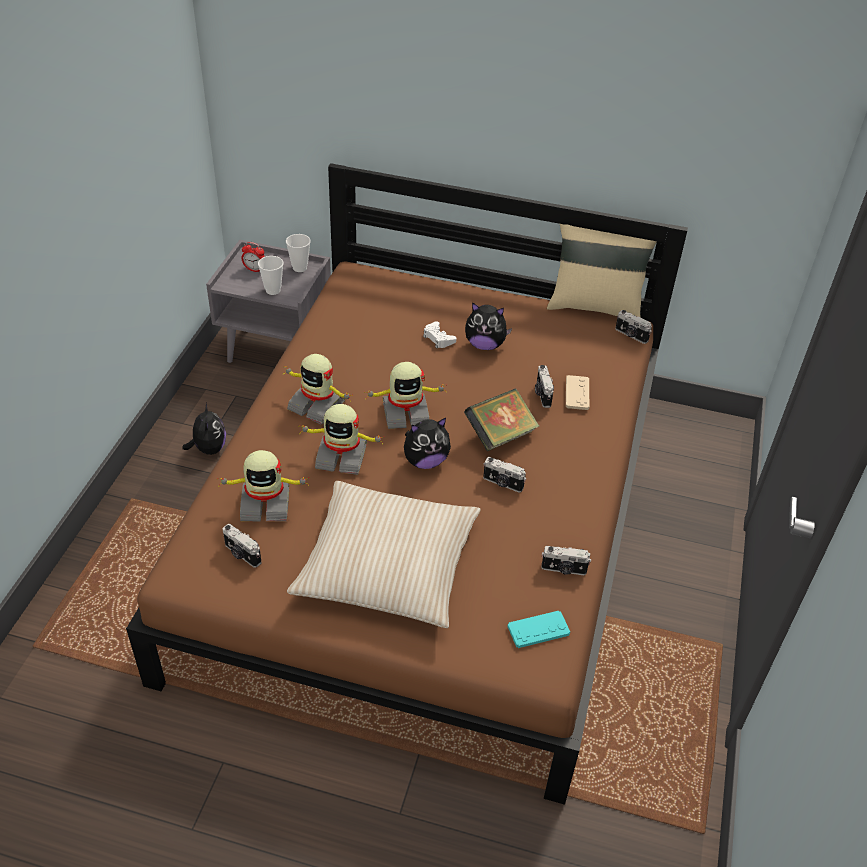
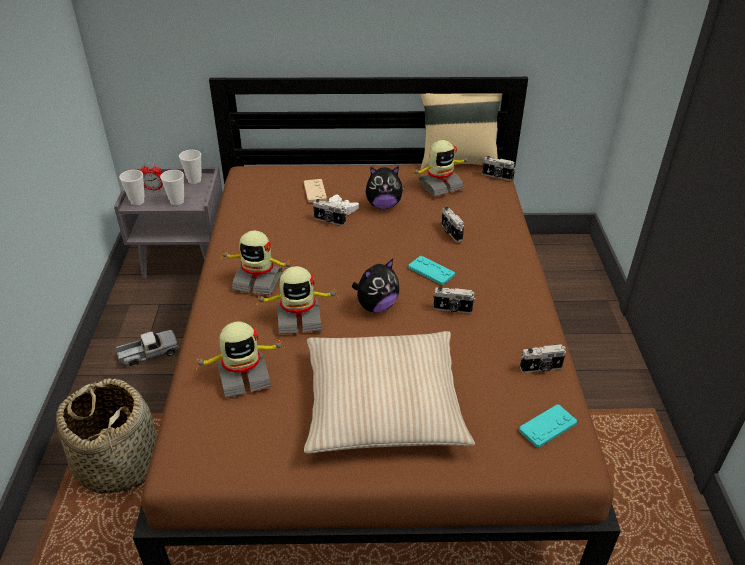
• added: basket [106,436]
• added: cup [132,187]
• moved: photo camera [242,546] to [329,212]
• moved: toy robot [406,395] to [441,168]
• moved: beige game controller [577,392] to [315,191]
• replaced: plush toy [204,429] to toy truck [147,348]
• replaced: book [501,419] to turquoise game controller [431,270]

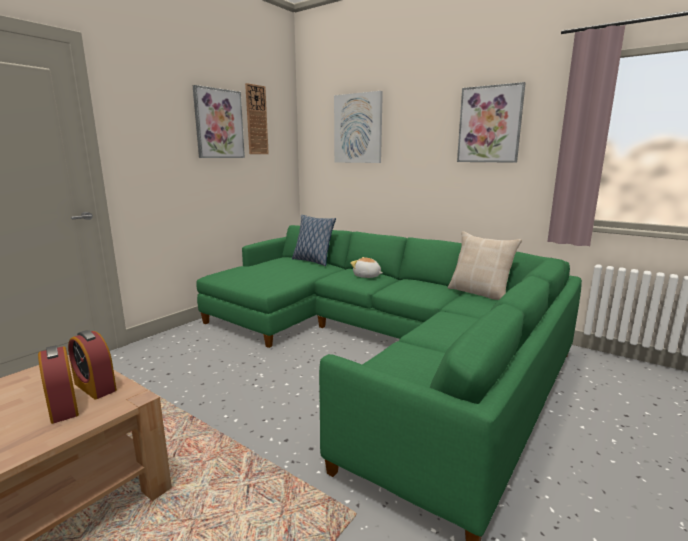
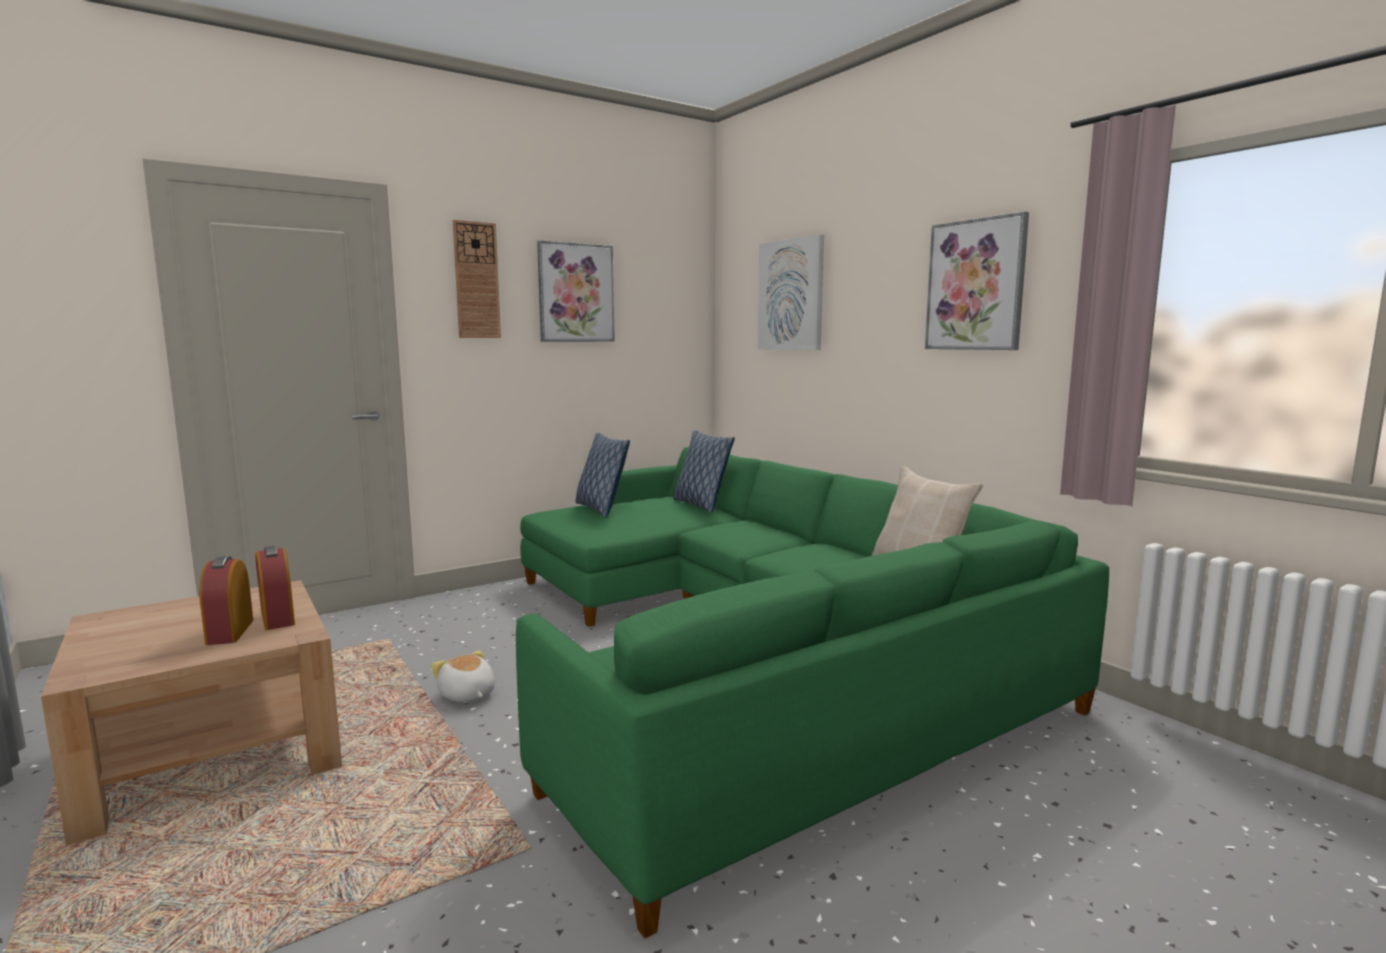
• added: pillow [603,475]
• moved: wall clock [257,118] to [477,279]
• moved: plush toy [366,267] to [463,676]

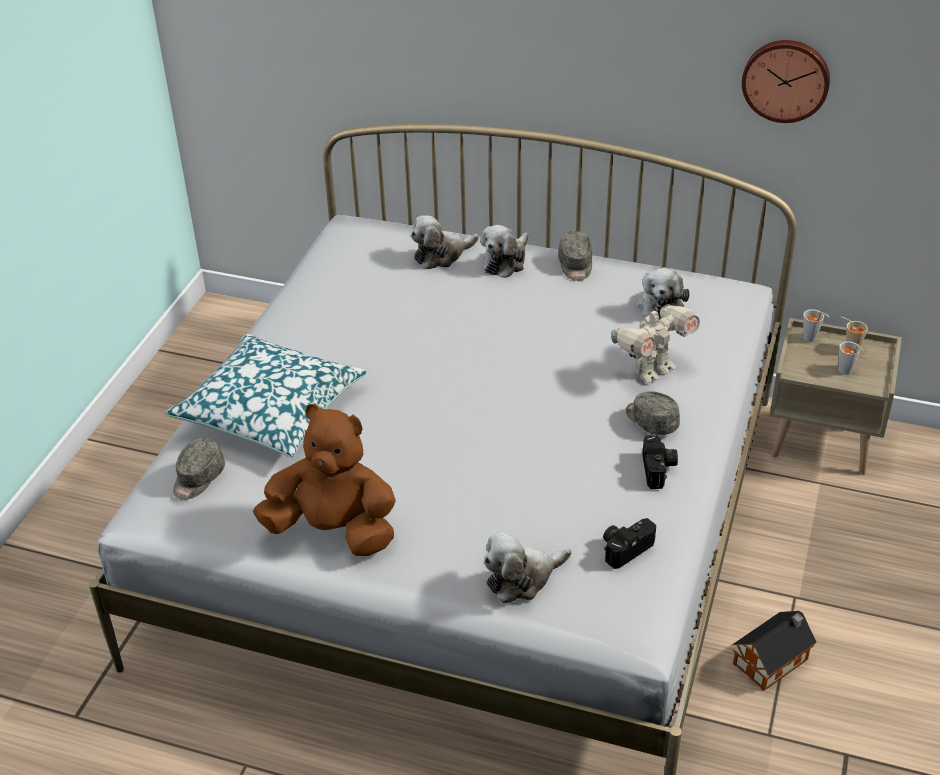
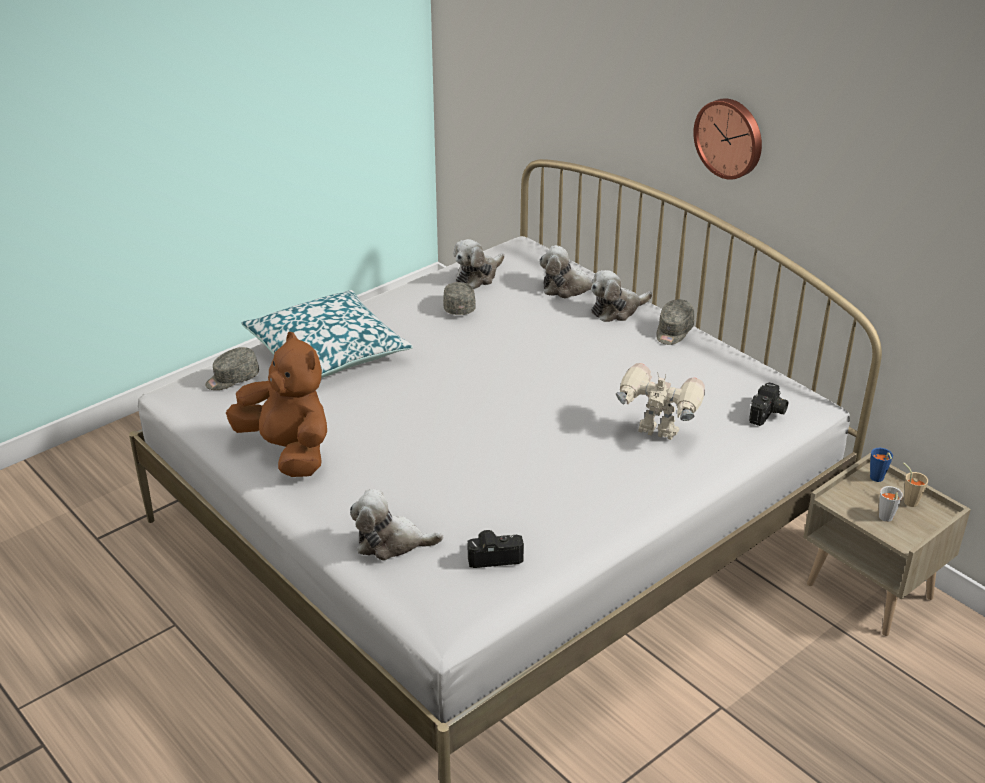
• removed: toy house [774,651]
• moved: grey cap [653,413] to [459,298]
• moved: plush toy [663,294] to [478,264]
• moved: photo camera [660,462] to [769,404]
• moved: wall clock [786,81] to [727,139]
• recoloured: grey cup [816,325] to blue cup [881,465]
• turned: toy robot [655,343] = [660,401] 150 degrees counterclockwise

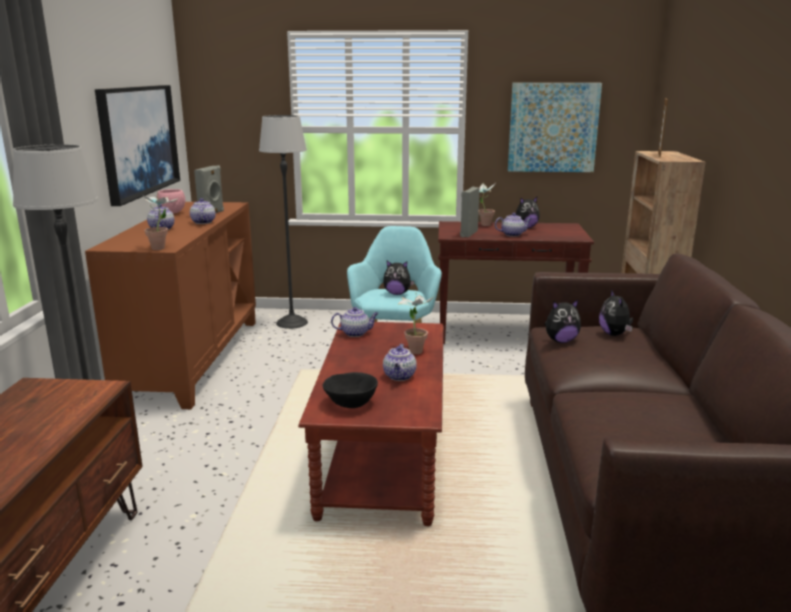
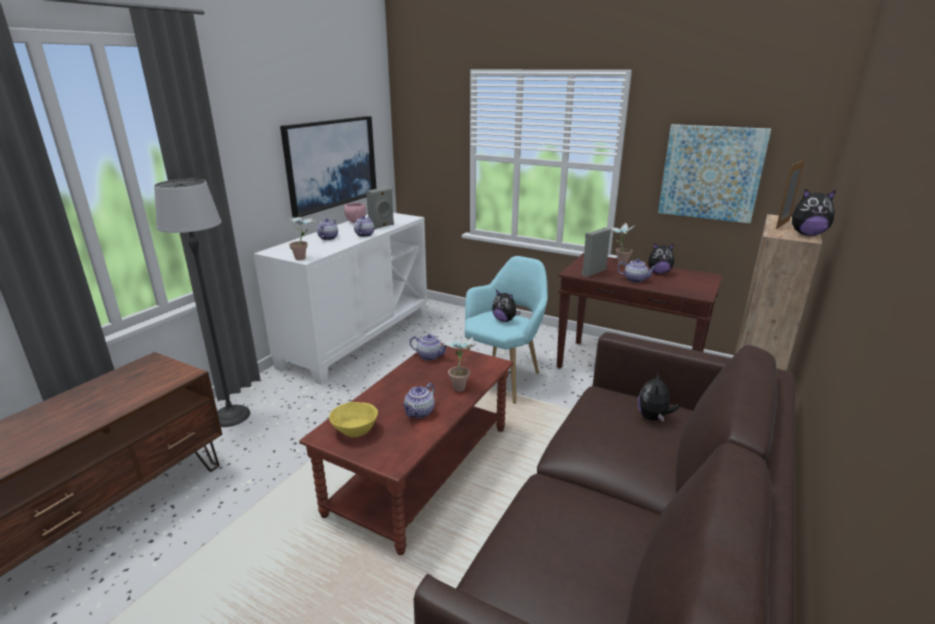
• removed: floor lamp [283,222]
• moved: plush toy [562,321] to [814,212]
• recoloured: brown cabinet [170,305] to white cabinet [340,299]
• recoloured: black bowl [350,390] to yellow bowl [353,419]

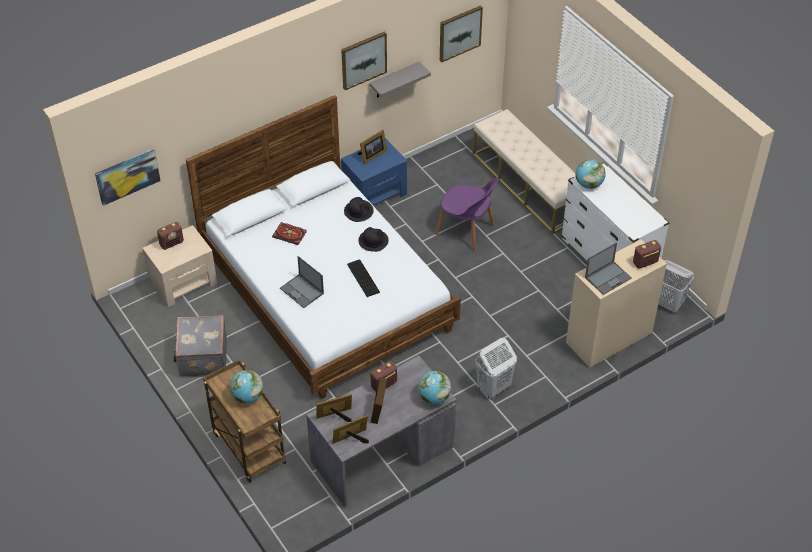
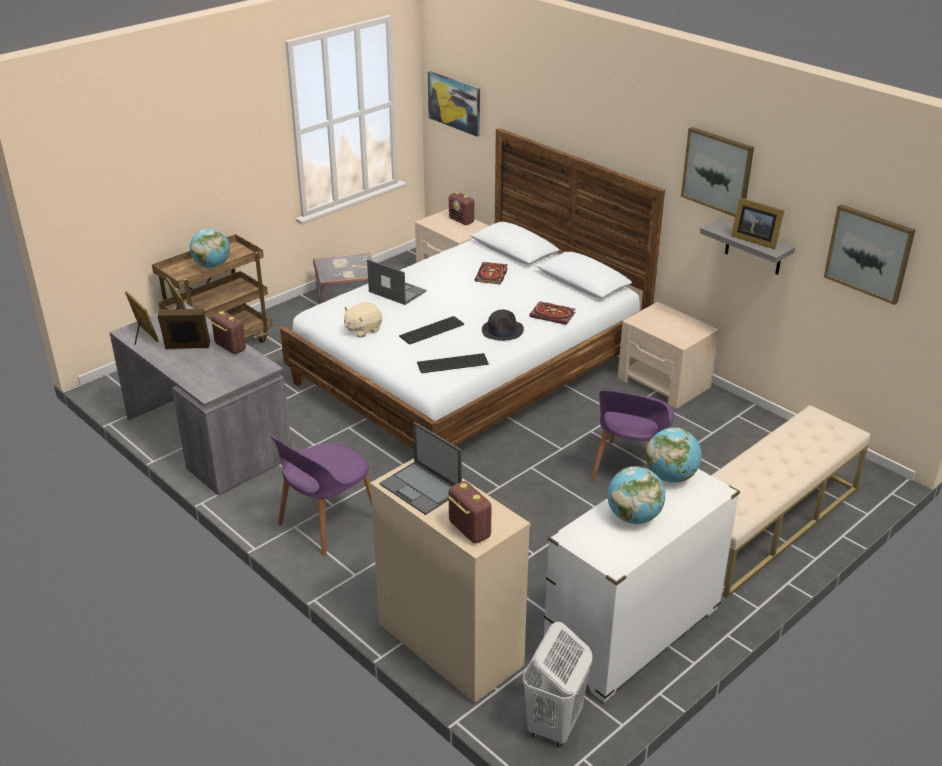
• added: beige plush toy [363,320]
• added: keyboard [453,363]
• moved: picture frame [372,147] to [757,223]
• moved: globe [434,387] to [636,495]
• replaced: black hat [359,209] to book [552,313]
• replaced: white laundry basket [496,368] to purple chair [319,494]
• recoloured: blue nightstand [374,172] to beige nightstand [668,355]
• turned: laptop [302,282] = [396,282] 90 degrees clockwise

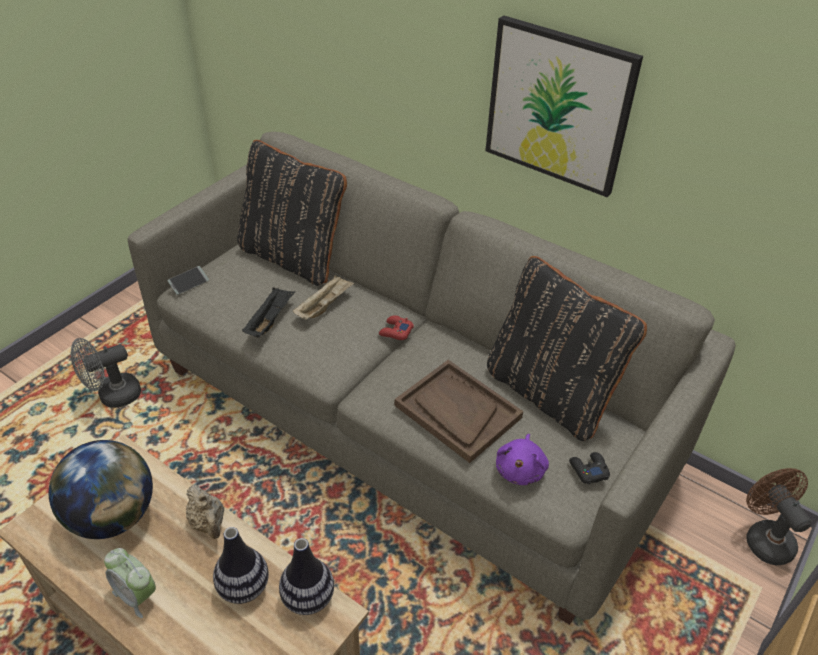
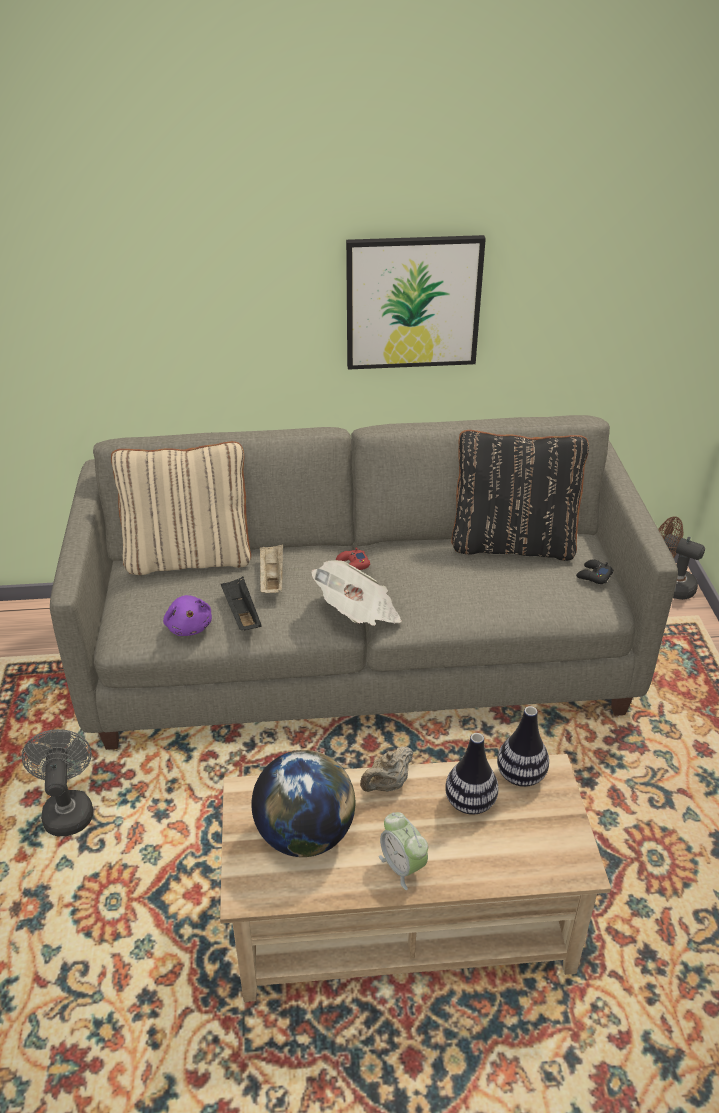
• removed: phone [188,280]
• removed: brown tray [459,411]
• added: newspaper [357,593]
• moved: purple plush toy [522,459] to [187,615]
• recoloured: black pillow [292,213] to beige pillow [181,508]
• turned: grey fan [106,373] = [57,782] 150 degrees clockwise
• turned: alarm clock [130,583] = [403,851] 60 degrees clockwise
• turned: beige teapot [205,512] = [386,769] 120 degrees clockwise

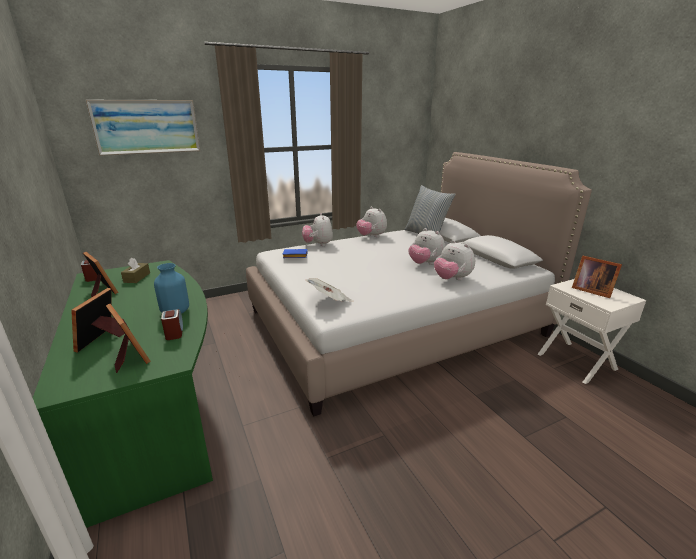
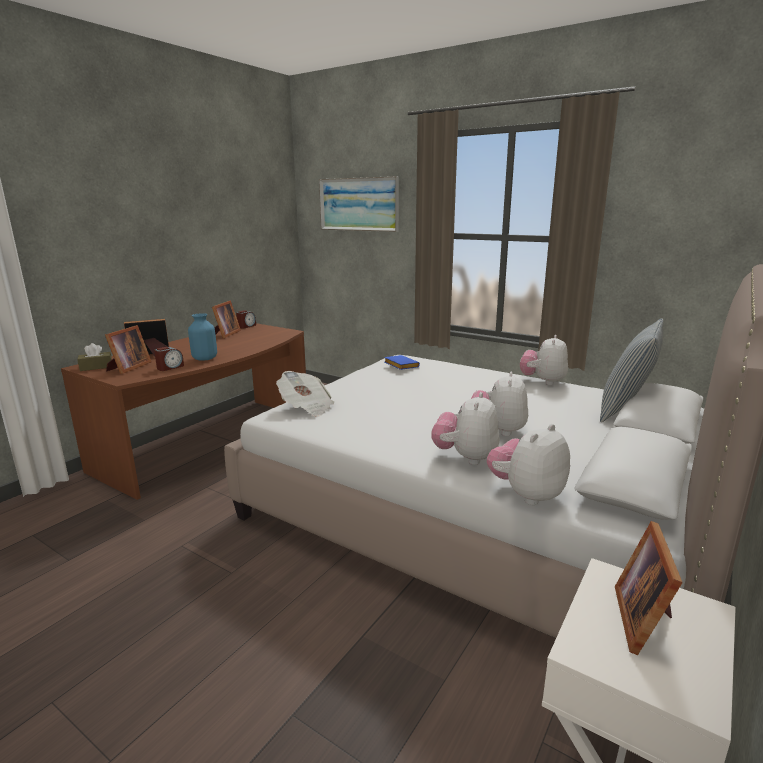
• moved: brown tissue box [135,270] to [94,357]
• moved: plush toy [317,229] to [528,464]
• recoloured: green desk [123,394] to brown desk [183,411]

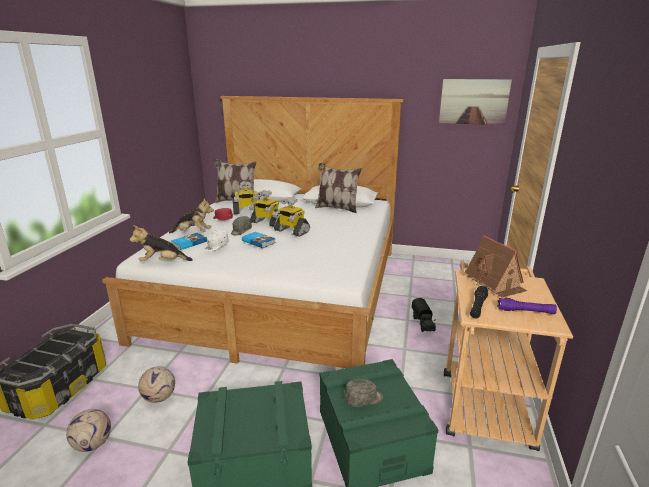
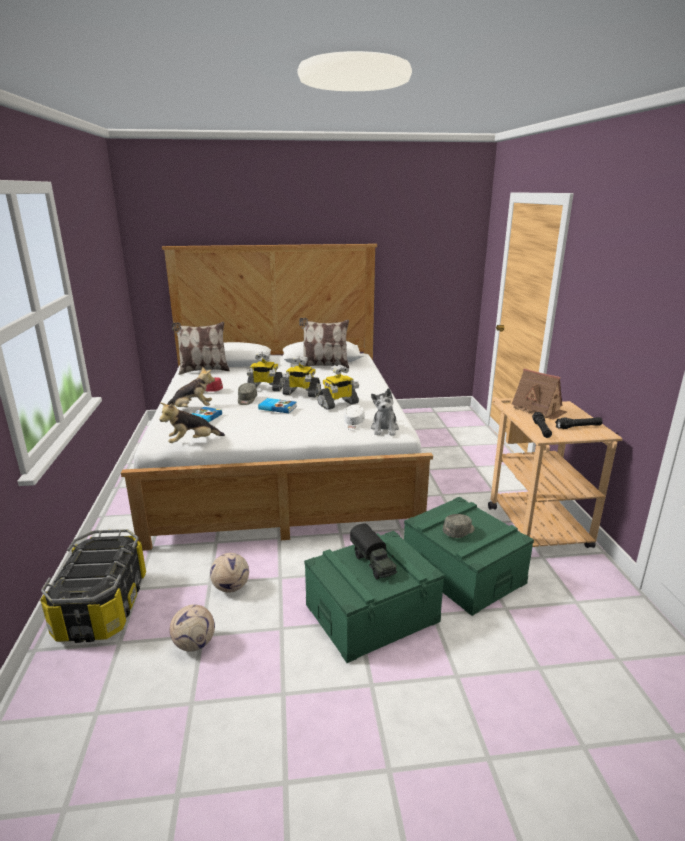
• removed: picture [475,102]
• added: plush toy [385,411]
• moved: white cap [216,240] to [354,417]
• moved: toy robot [246,197] to [338,387]
• moved: toy truck [424,315] to [373,551]
• recoloured: purple flashlight [527,306] to black flashlight [579,423]

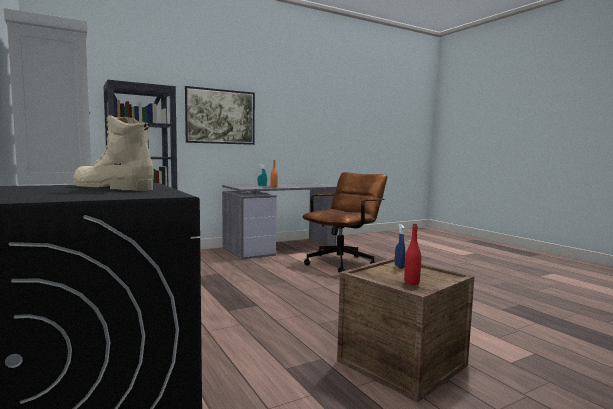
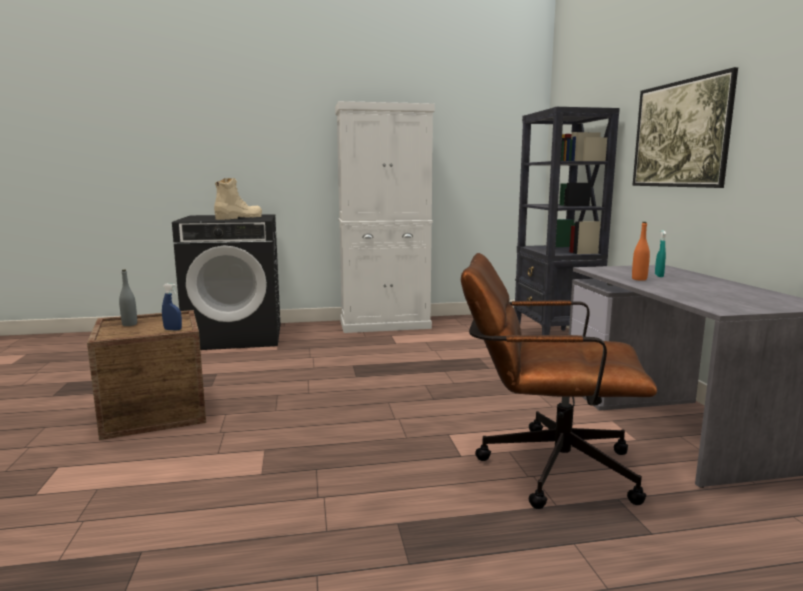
• recoloured: red bottle [412,254] to grey bottle [128,298]
• turned: brown office chair [344,222] = [559,381] 135 degrees clockwise

